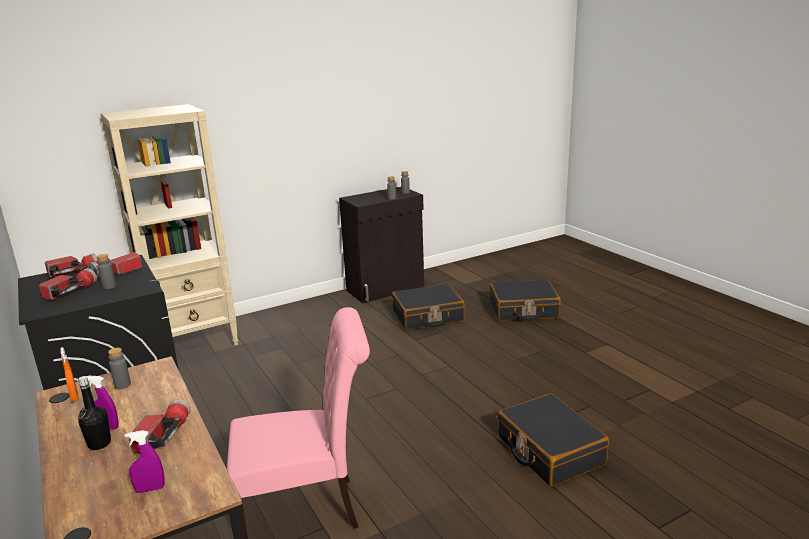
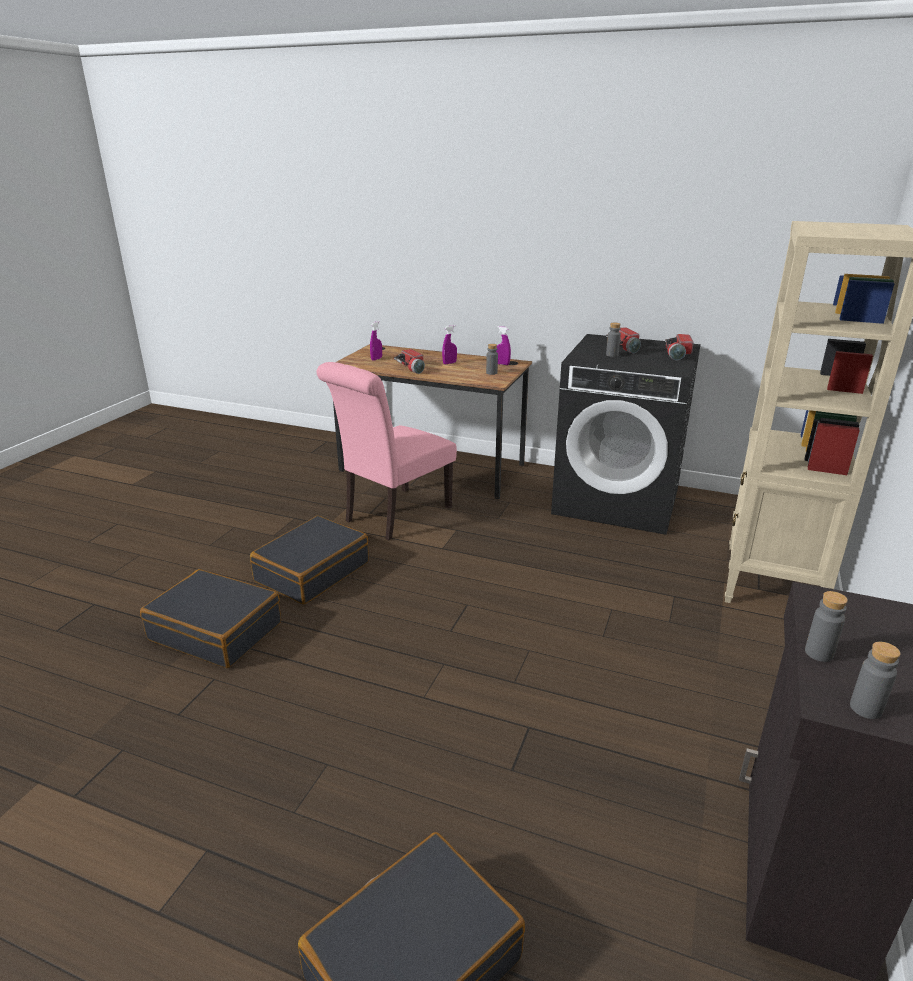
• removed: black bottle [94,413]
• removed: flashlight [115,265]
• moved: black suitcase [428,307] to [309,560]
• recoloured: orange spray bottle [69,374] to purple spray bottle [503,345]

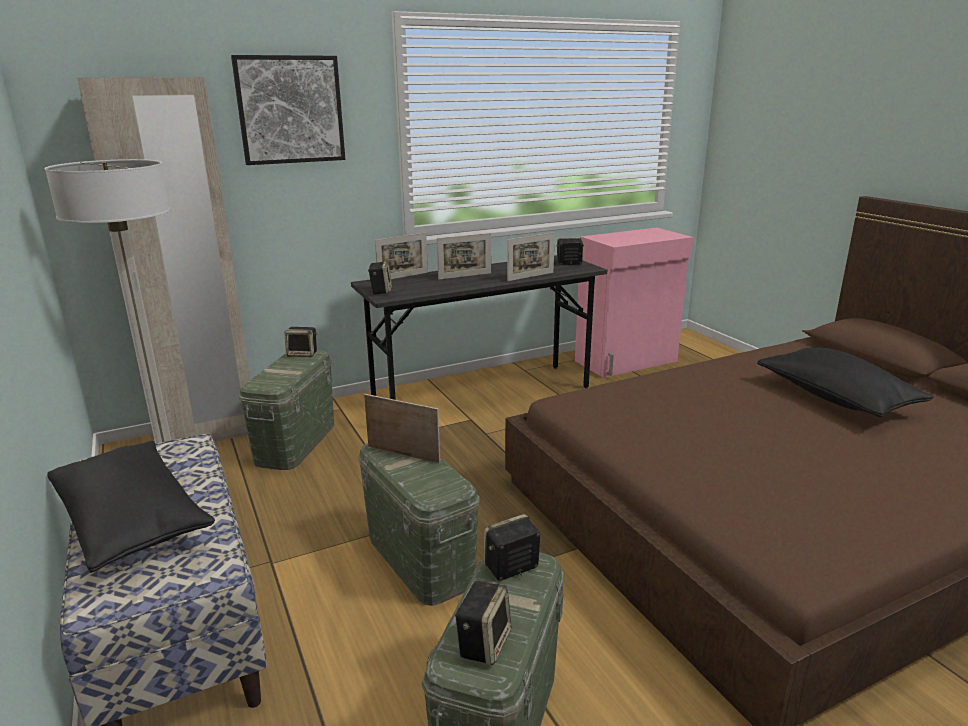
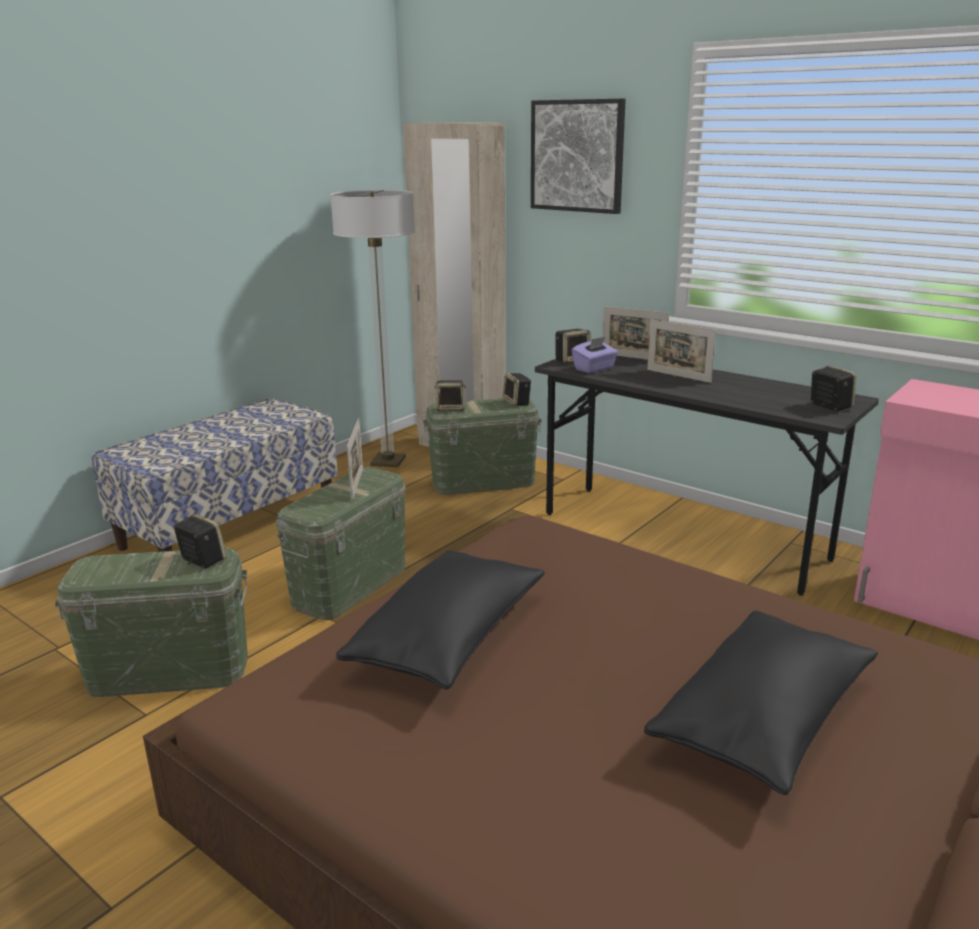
• removed: picture frame [531,256]
• added: purple tissue box [594,354]
• moved: black pillow [131,507] to [440,619]
• moved: speaker [483,623] to [451,395]

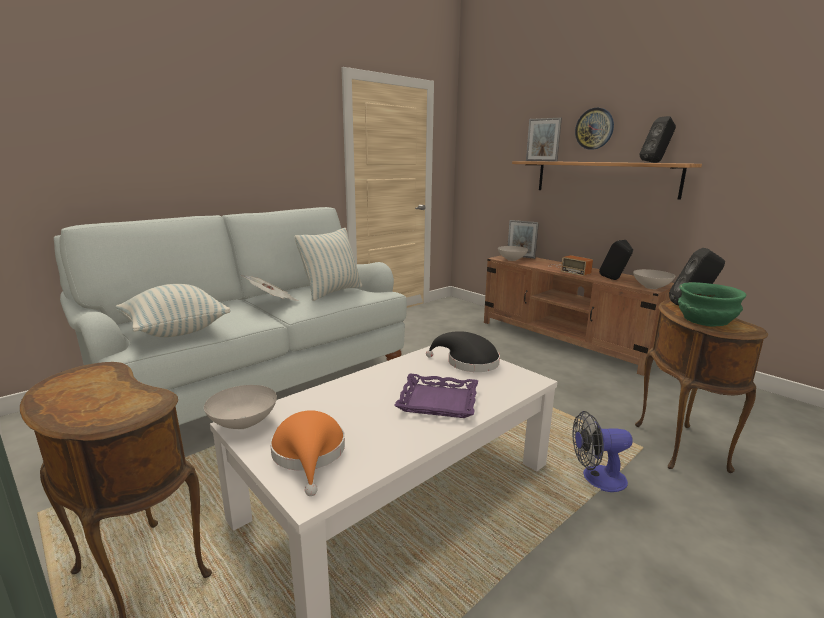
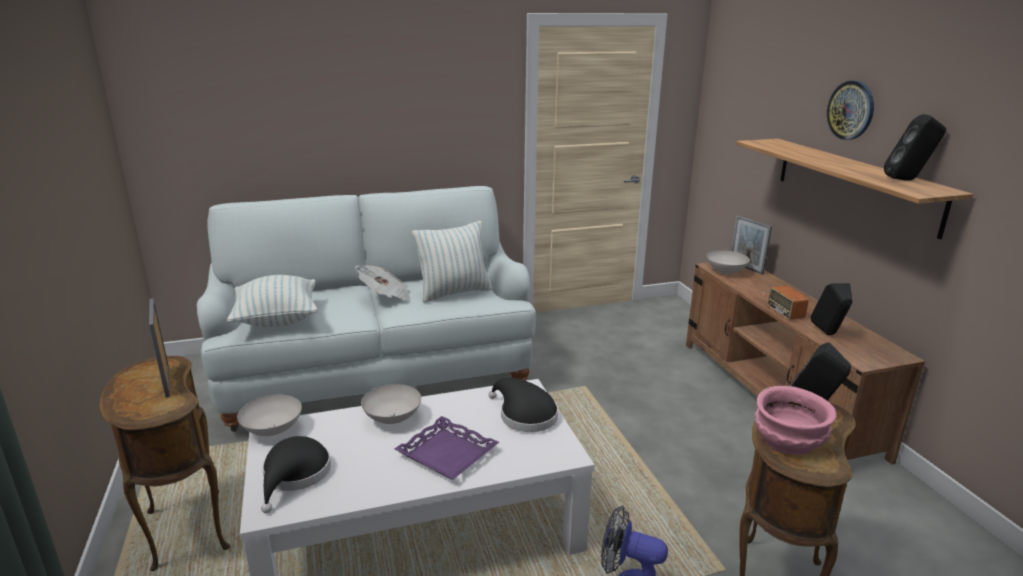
• moved: picture frame [544,139] to [159,348]
• moved: white bowl [654,279] to [391,404]
• recoloured: orange hat [307,453] to black hat [296,474]
• recoloured: green bowl [712,304] to pink bowl [796,420]

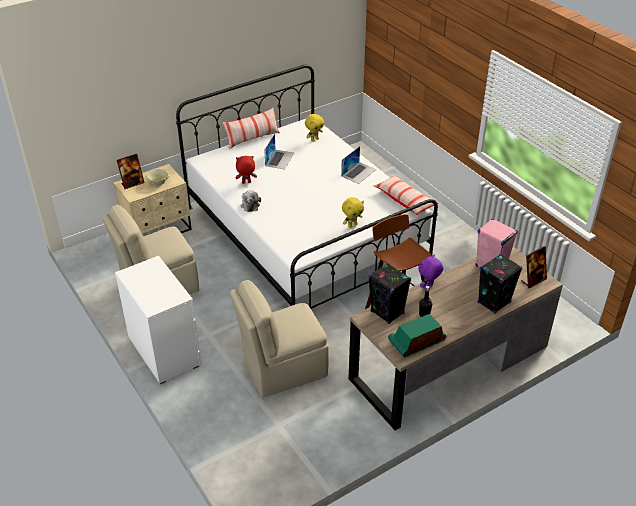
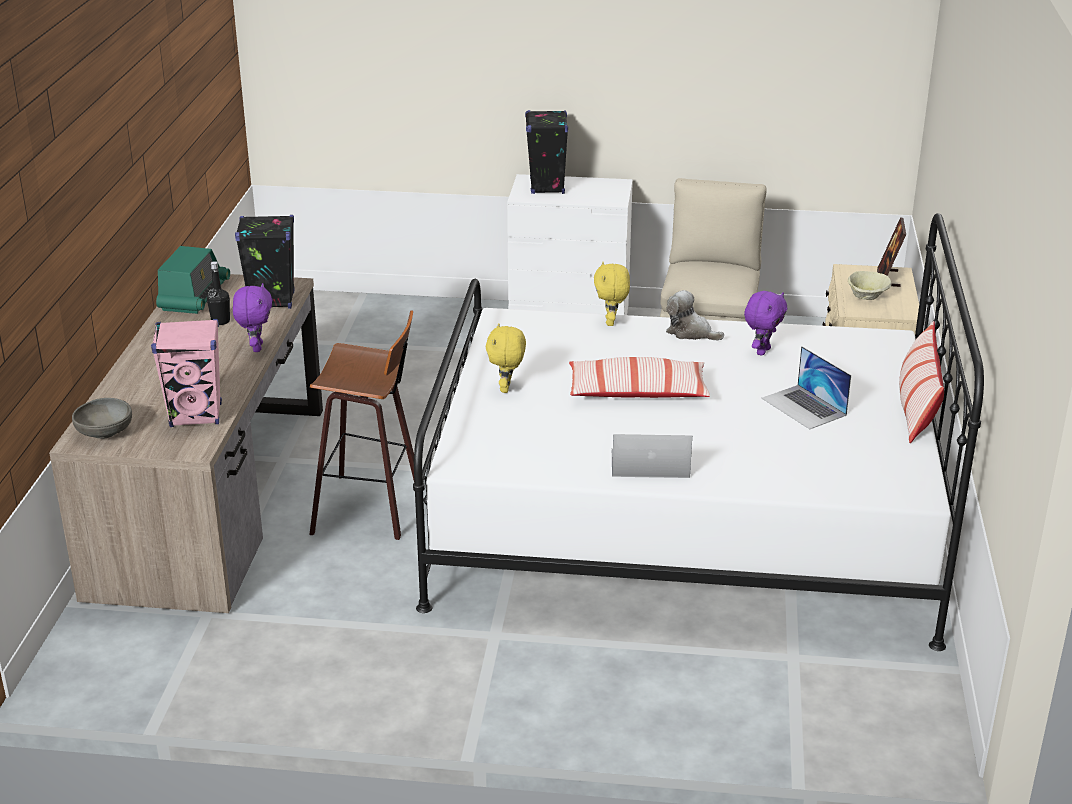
• removed: beige chair [279,339]
• moved: yellow plush toy [314,128] to [612,294]
• moved: pillow [406,195] to [639,377]
• moved: black speaker [500,284] to [546,152]
• replaced: picture frame [534,267] to grey bowl [102,418]
• recoloured: red plush toy [246,170] to purple plush toy [765,323]
• turned: laptop [358,165] = [652,456] 105 degrees clockwise

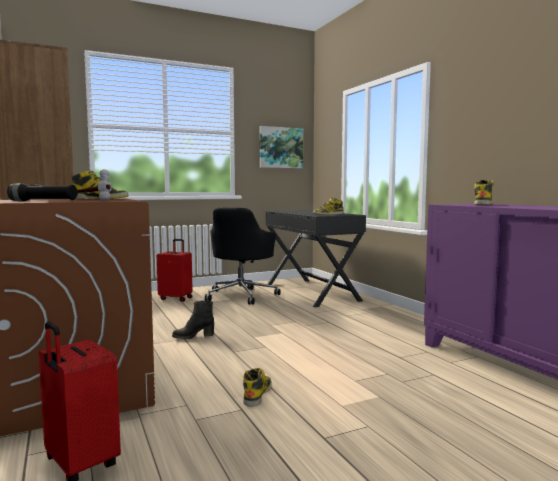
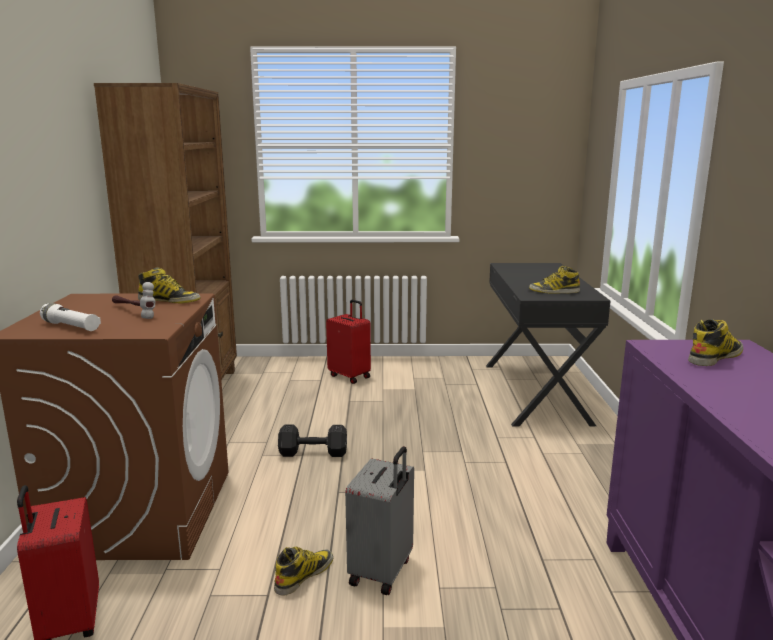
• removed: black office chair [243,256]
• removed: picture [281,147]
• added: grey suitcase [379,520]
• replaced: black boot [193,319] to black dumbbell [312,441]
• recoloured: black flashlight [42,192] to white flashlight [70,317]

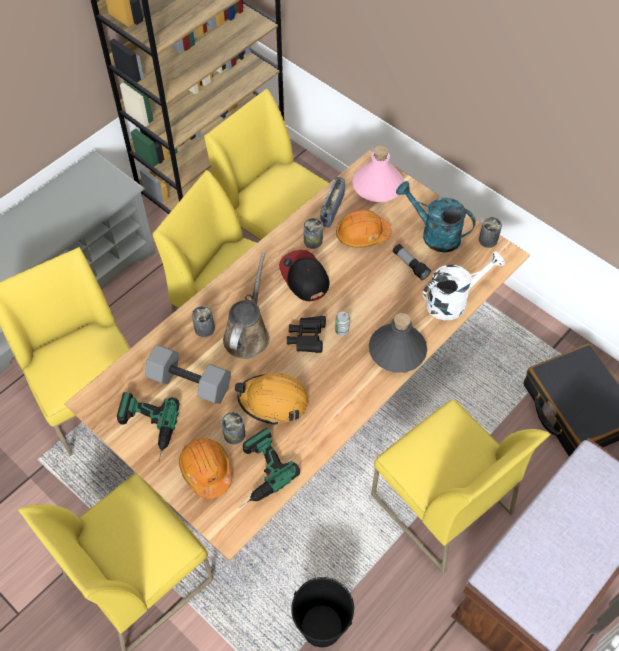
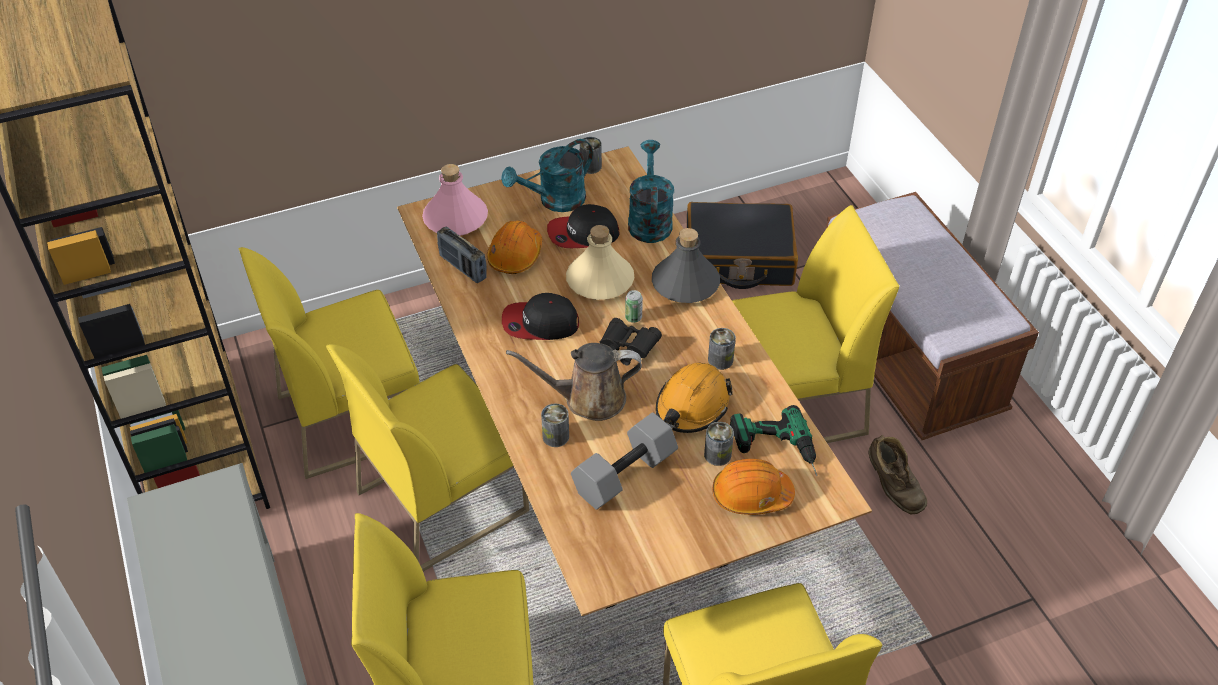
• removed: power drill [148,427]
• removed: black bucket [322,612]
• added: beige bottle [600,262]
• added: brown boot [898,475]
• moved: can [313,233] to [722,349]
• replaced: flashlight [412,262] to cap [583,226]
• recoloured: white watering can [464,285] to turquoise watering can [651,191]
• turned: brown watering can [246,306] = [574,382] 45 degrees counterclockwise

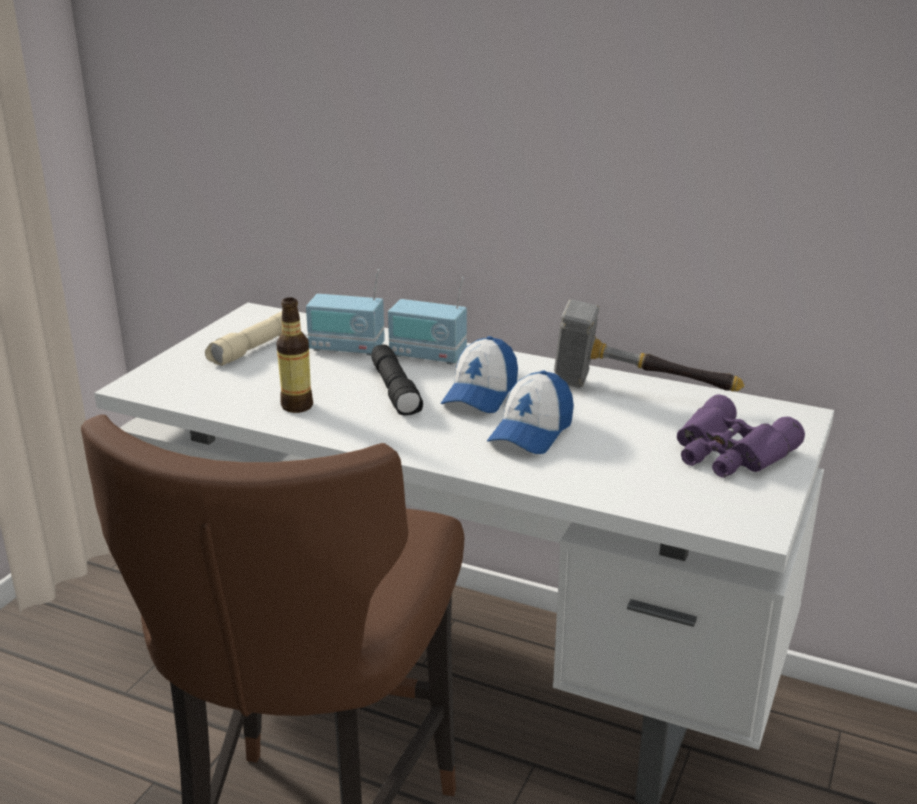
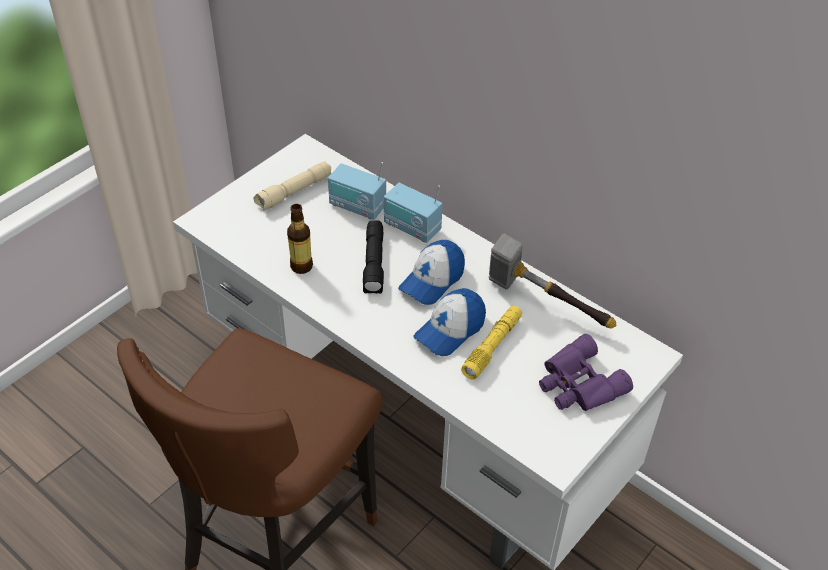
• added: yellow flashlight [491,342]

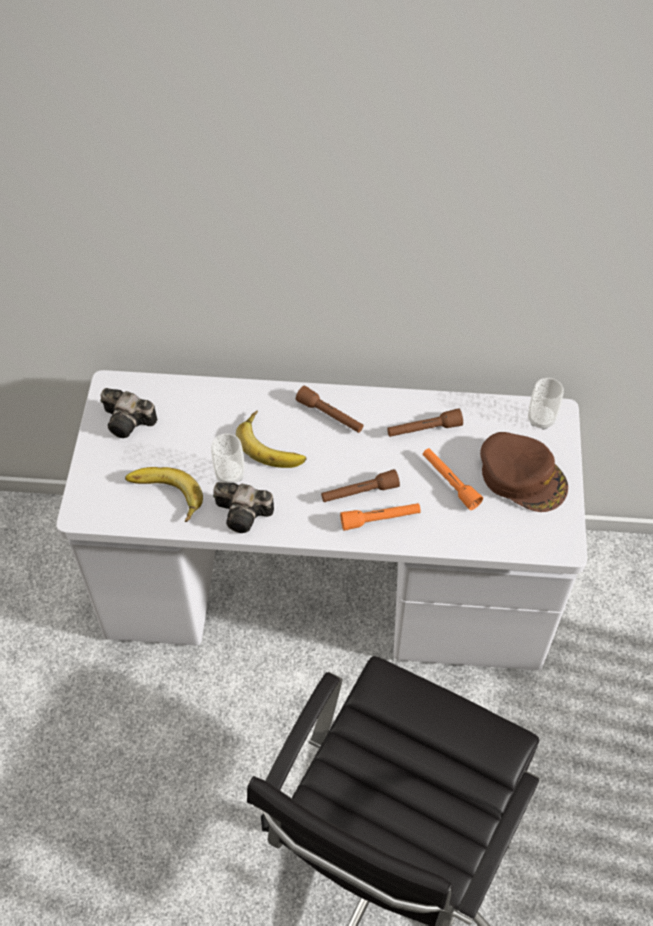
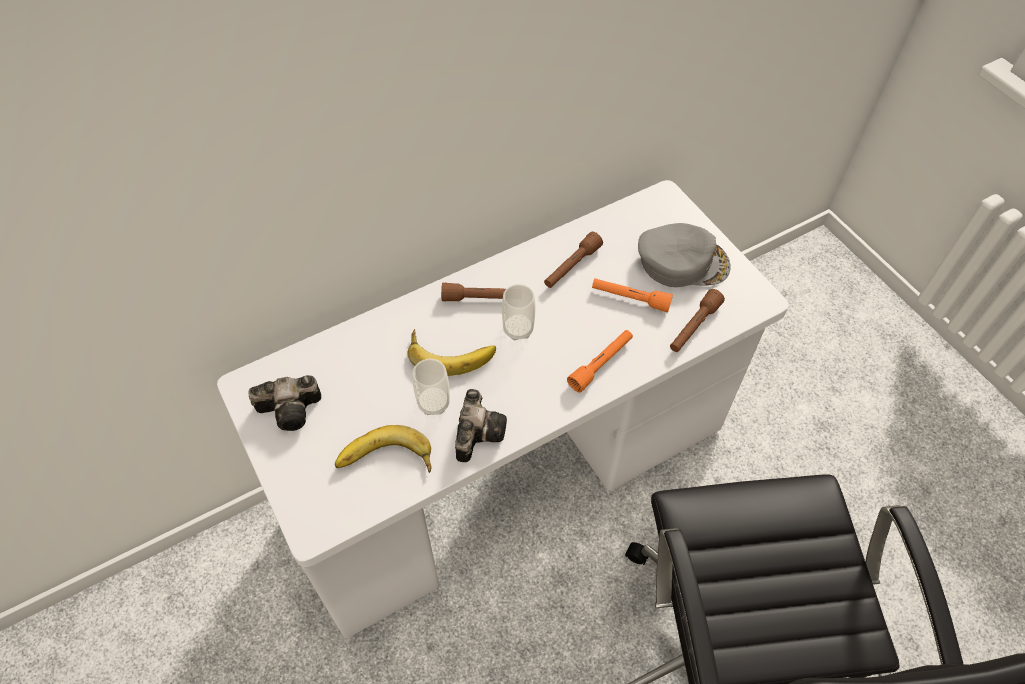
• moved: brown flashlight [360,485] to [697,320]
• moved: cup [546,404] to [518,312]
• recoloured: brown cap [524,472] to grey cap [684,255]
• turned: photo camera [243,507] = [481,425] 60 degrees counterclockwise

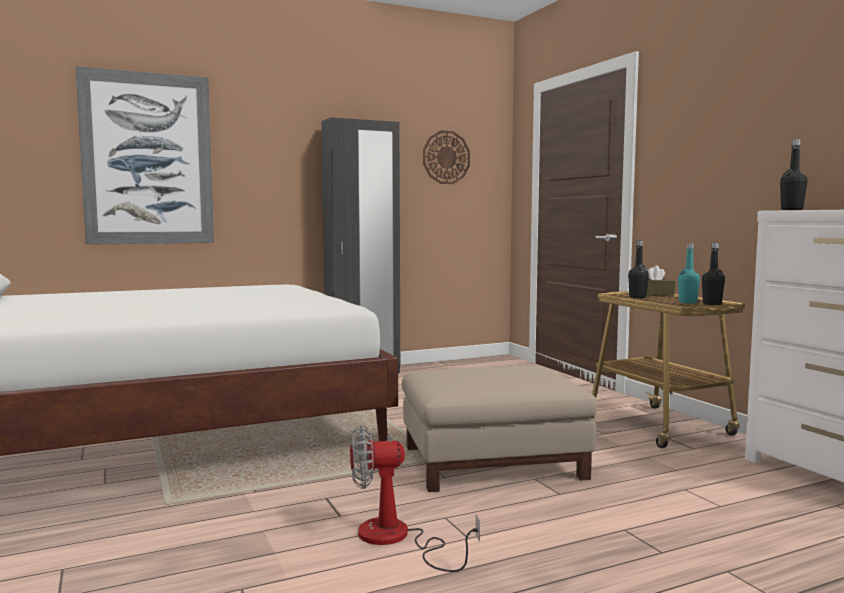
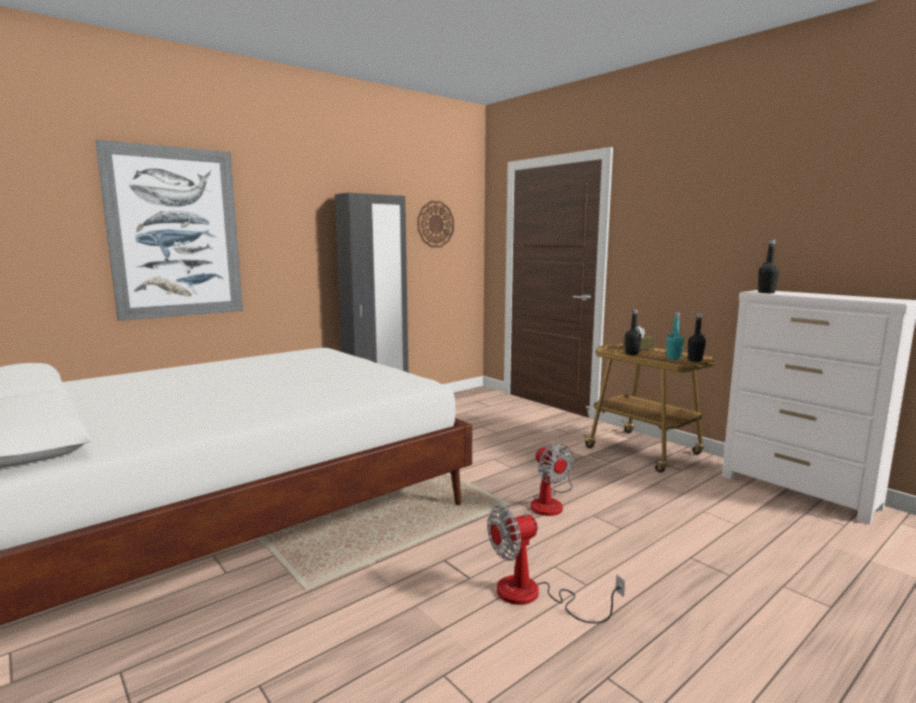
• replaced: beige ottoman [500,429] to fan [552,480]

